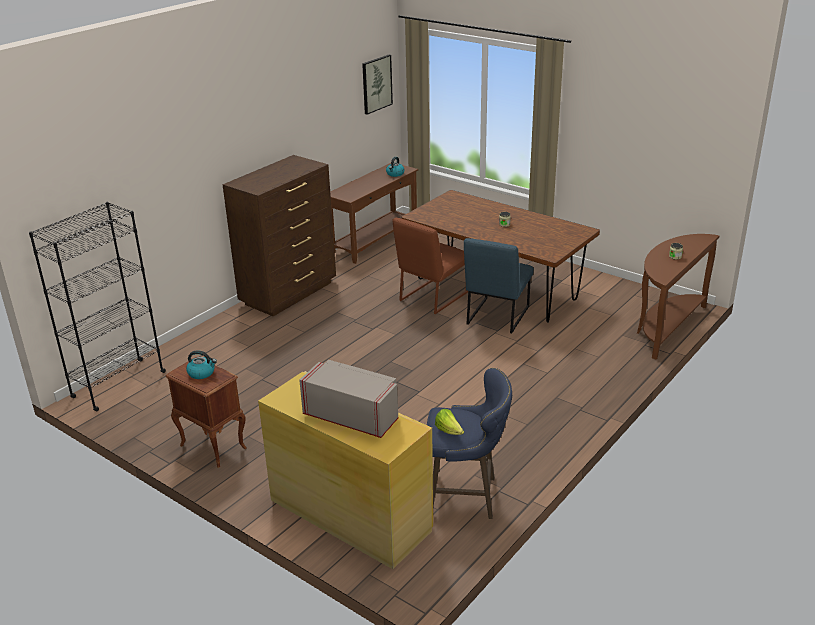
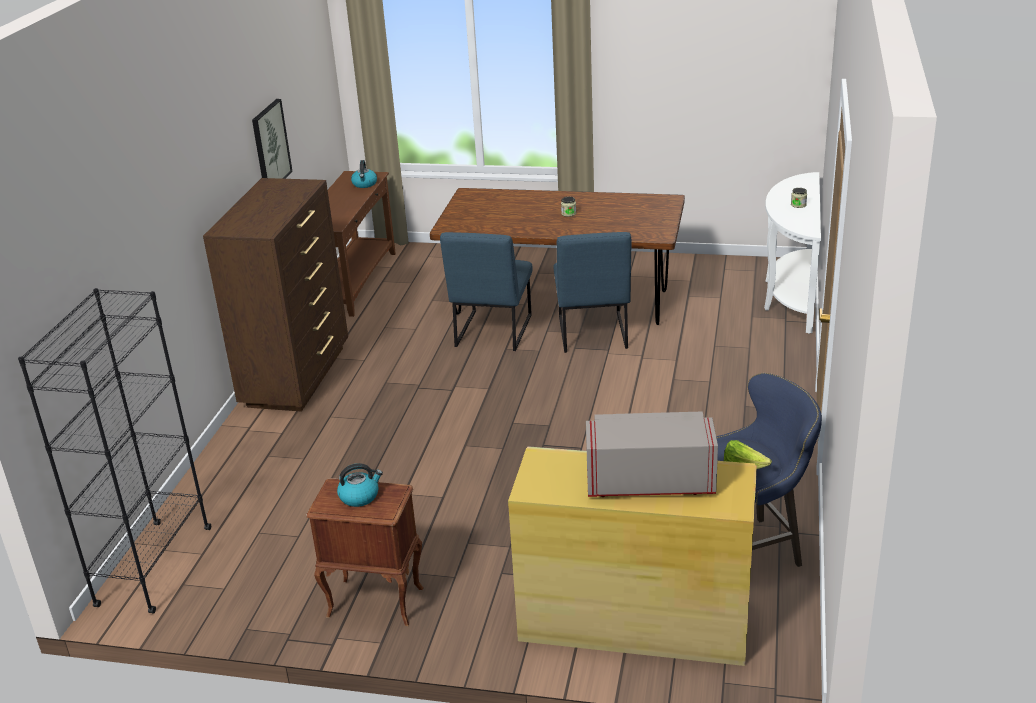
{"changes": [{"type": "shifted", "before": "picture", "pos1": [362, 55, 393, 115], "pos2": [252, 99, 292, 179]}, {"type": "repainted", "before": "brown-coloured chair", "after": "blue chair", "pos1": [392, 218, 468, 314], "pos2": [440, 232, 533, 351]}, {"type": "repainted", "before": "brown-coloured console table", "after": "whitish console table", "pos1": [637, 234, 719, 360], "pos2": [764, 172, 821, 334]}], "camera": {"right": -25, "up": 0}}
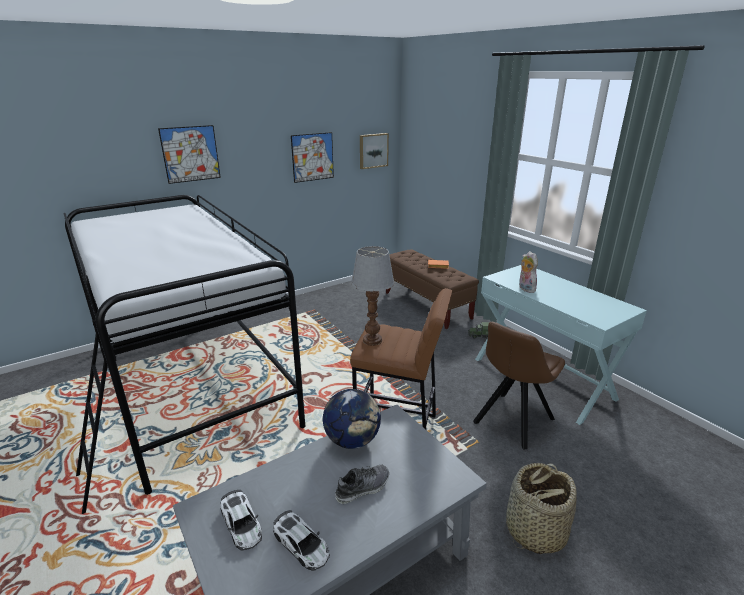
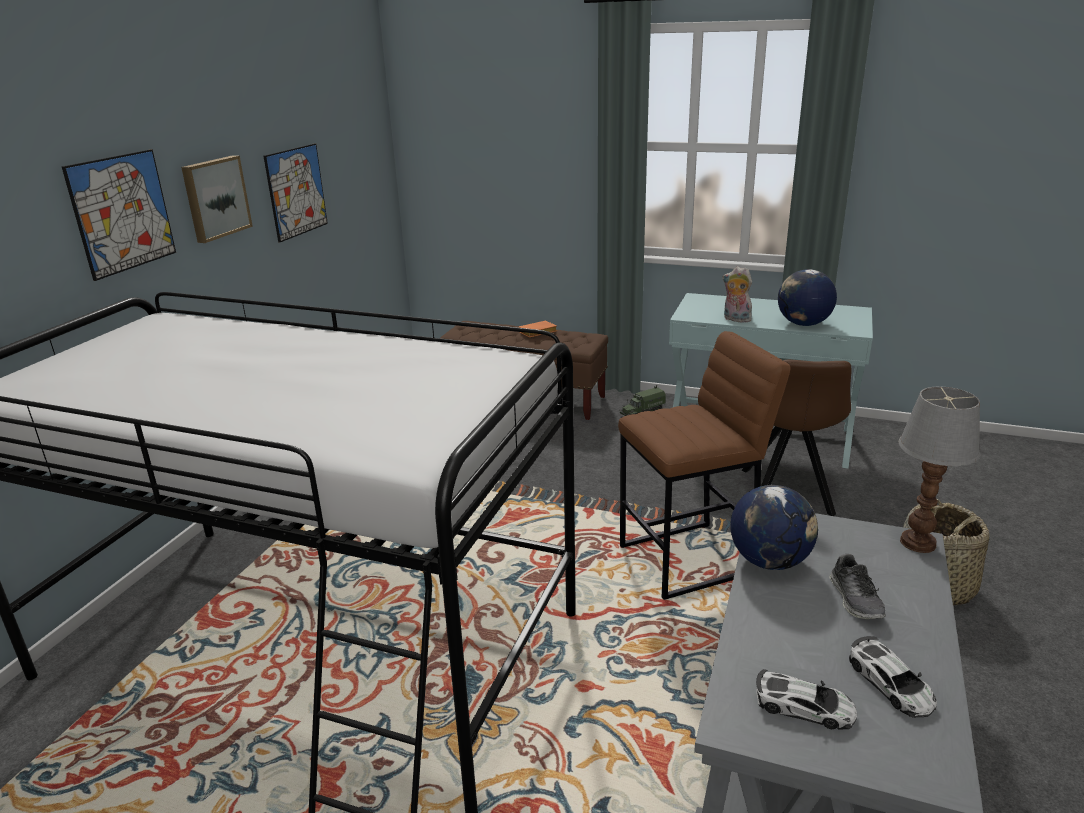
{"changes": [{"type": "shifted", "before": "picture", "pos1": [360, 133, 389, 169], "pos2": [181, 155, 253, 243]}, {"type": "new", "after": "globe", "pos2": [778, 269, 837, 326]}, {"type": "rotated", "before": "shoe", "pos1": [335, 464, 389, 504], "pos2": [829, 554, 886, 620], "turn": 150}, {"type": "rotated", "before": "miniature car", "pos1": [273, 510, 330, 571], "pos2": [849, 636, 937, 718], "turn": 60}, {"type": "shifted", "before": "lamp for a table", "pos1": [351, 246, 395, 346], "pos2": [899, 386, 980, 553]}], "camera": {"right": -35, "up": 0}}
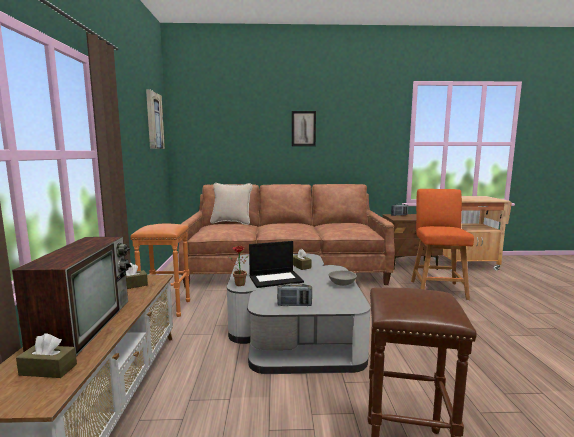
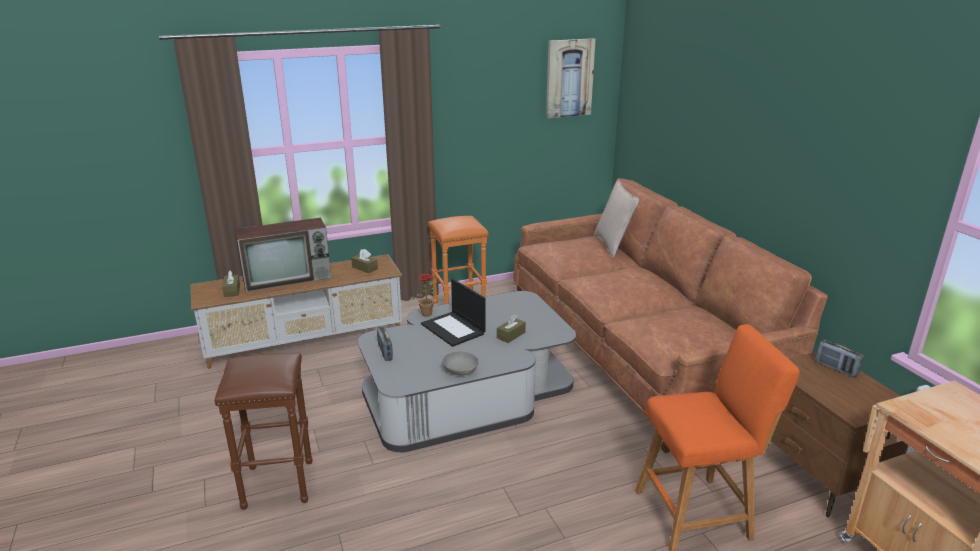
{"changes": [{"type": "gone", "before": "picture", "pos1": [292, 111, 316, 146]}], "camera": {"right": 70, "up": 15}}
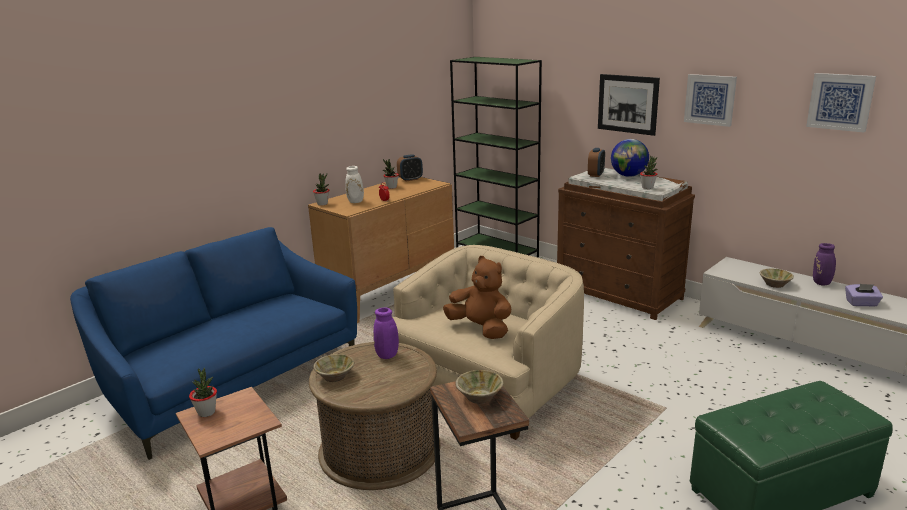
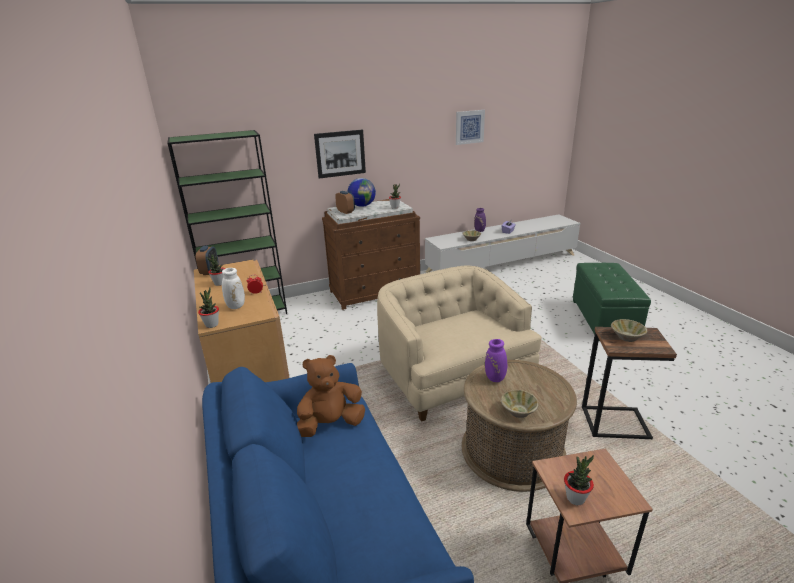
{"changes": [{"type": "shifted", "before": "brown-coloured soft toy", "pos1": [443, 256, 511, 339], "pos2": [297, 355, 365, 437]}, {"type": "gone", "before": "picture", "pos1": [684, 74, 737, 127]}], "camera": {"right": -65, "up": 5}}
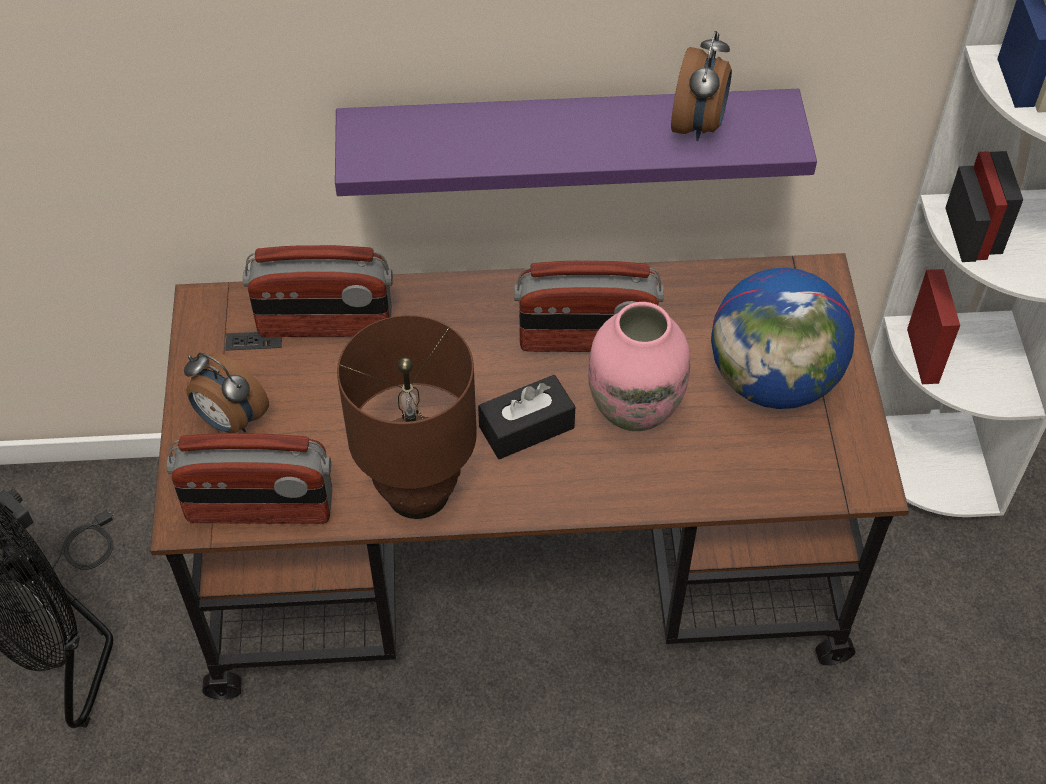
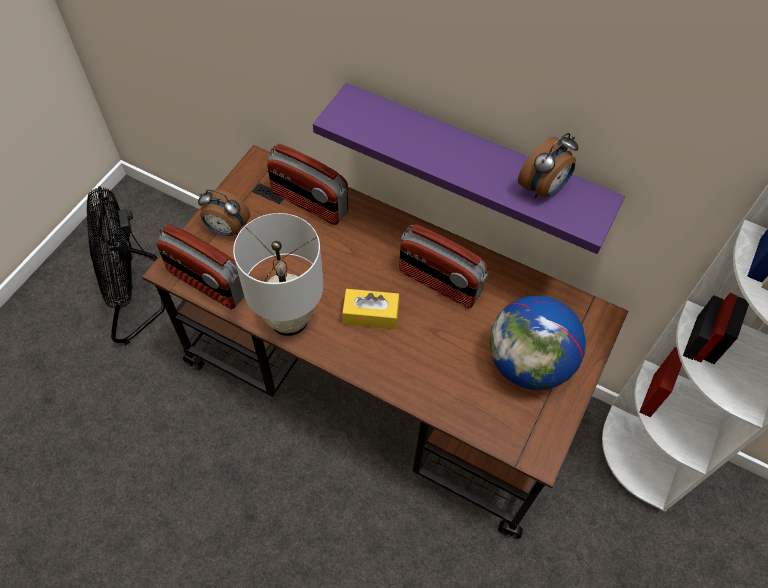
{"changes": [{"type": "rotated", "before": "table clock", "pos1": [184, 353, 269, 433], "pos2": [198, 189, 250, 236], "turn": -45}, {"type": "repainted", "before": "brown-coloured lamp for a table", "after": "whitish lamp for a table", "pos1": [337, 315, 477, 519], "pos2": [233, 213, 324, 336]}, {"type": "repainted", "before": "black tissue holder", "after": "yellowish tissue holder", "pos1": [478, 375, 575, 459], "pos2": [342, 289, 399, 329]}, {"type": "gone", "before": "pink vase", "pos1": [588, 302, 690, 431]}], "camera": {"right": 30, "up": 5}}
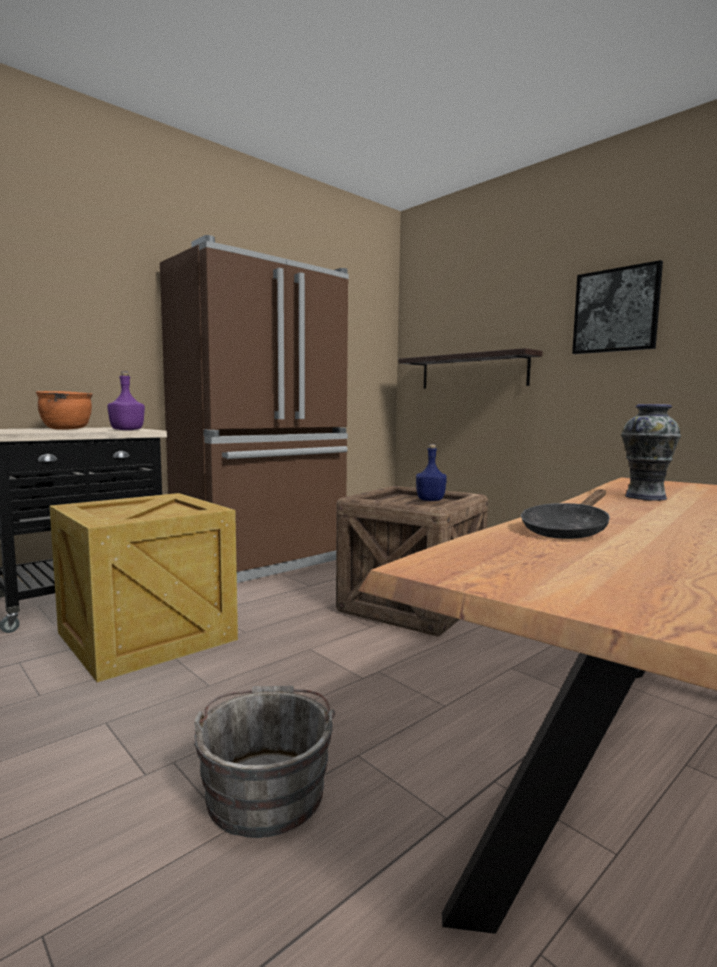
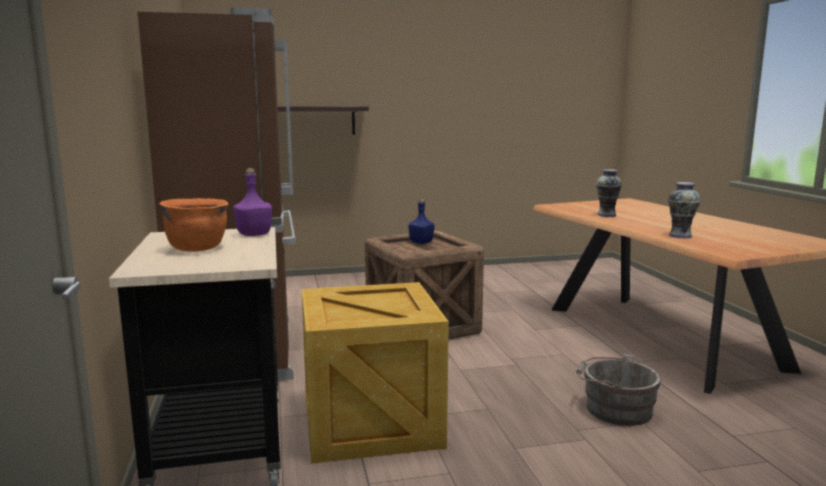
{"changes": [{"type": "swapped", "before": "black frying pan", "after": "vase", "pos1": [521, 489, 610, 539], "pos2": [668, 182, 701, 238]}, {"type": "gone", "before": "picture", "pos1": [572, 260, 663, 354]}], "camera": {"right": -60, "up": 5}}
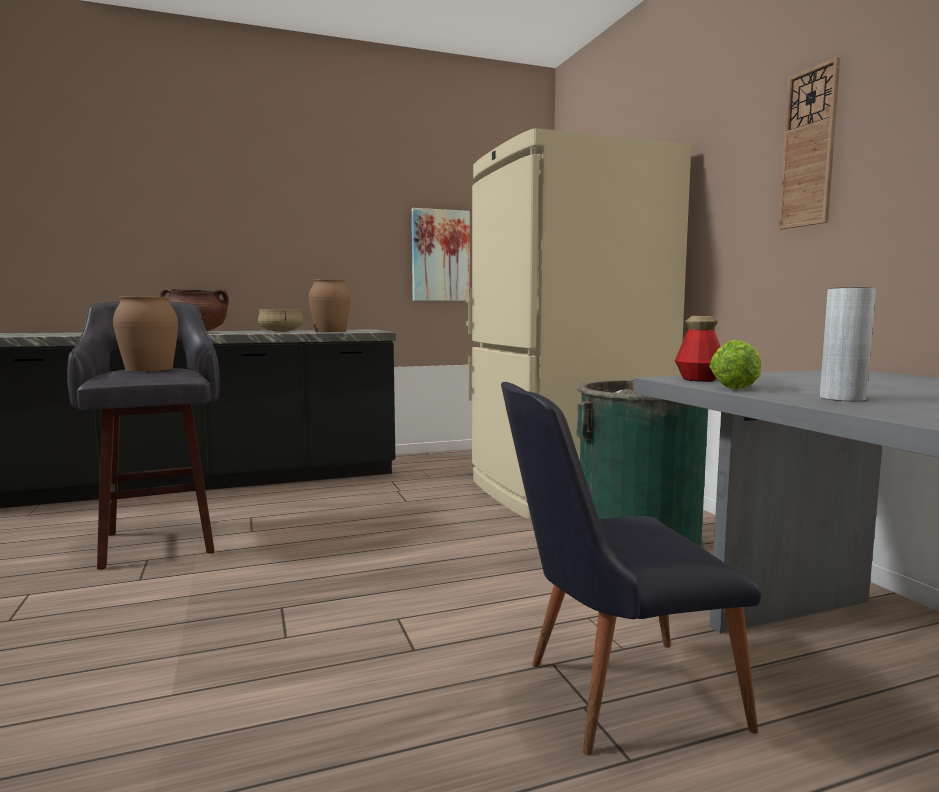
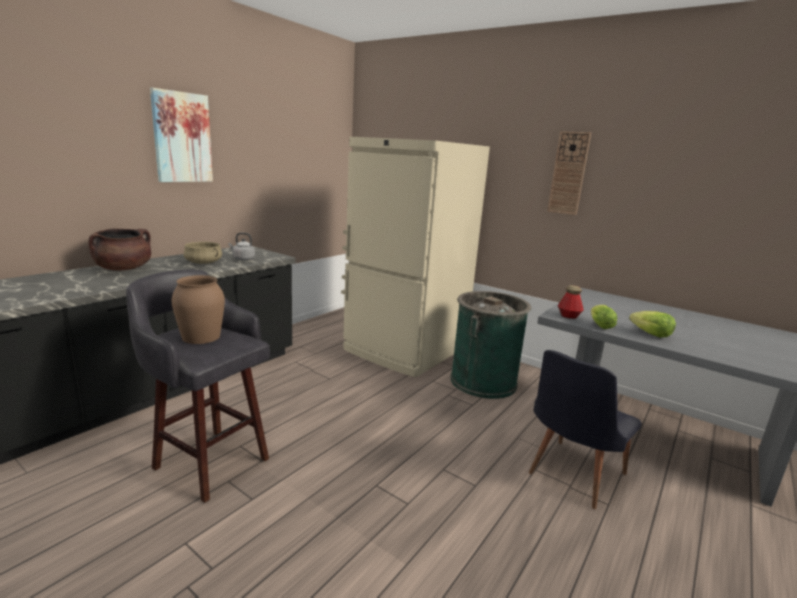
{"changes": [{"type": "shifted", "before": "picture", "pos1": [412, 208, 470, 301], "pos2": [150, 88, 213, 182]}, {"type": "swapped", "before": "brown-coloured vase", "after": "grey water kettle", "pos1": [308, 279, 351, 332], "pos2": [228, 233, 255, 261]}, {"type": "swapped", "before": "grey vase", "after": "lettuce", "pos1": [820, 287, 876, 401], "pos2": [629, 311, 676, 338]}], "camera": {"right": -35, "up": 10}}
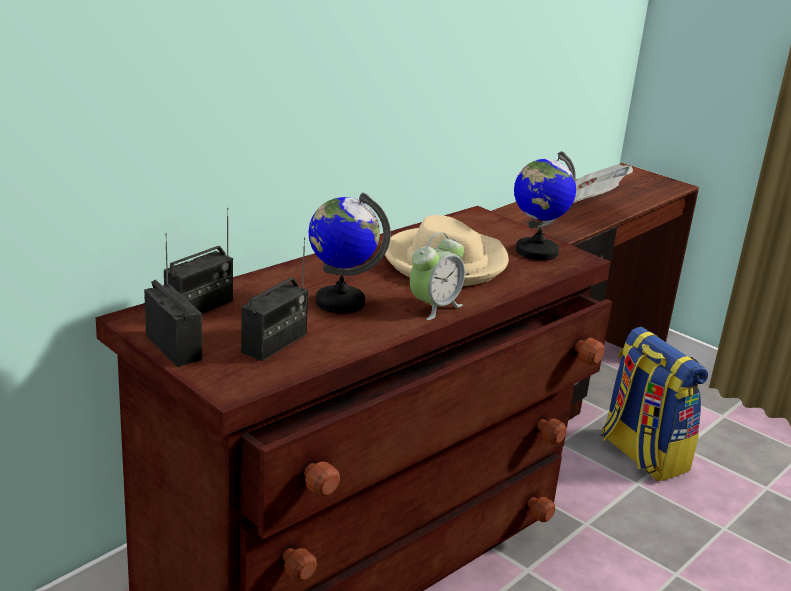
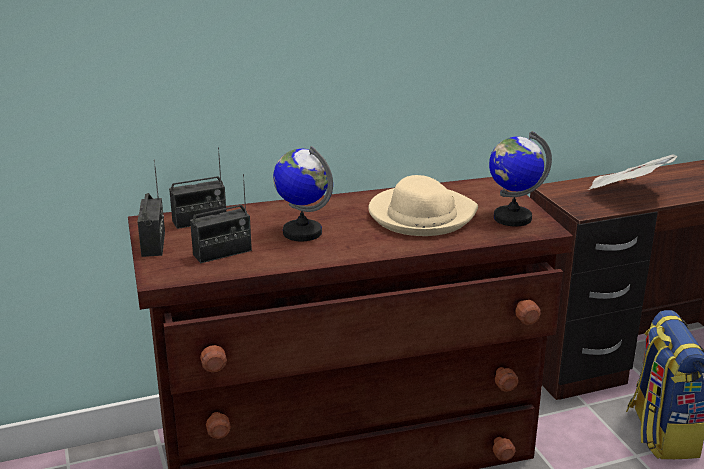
{"changes": [{"type": "gone", "before": "table clock", "pos1": [410, 232, 465, 320]}], "camera": {"right": 30, "up": 0}}
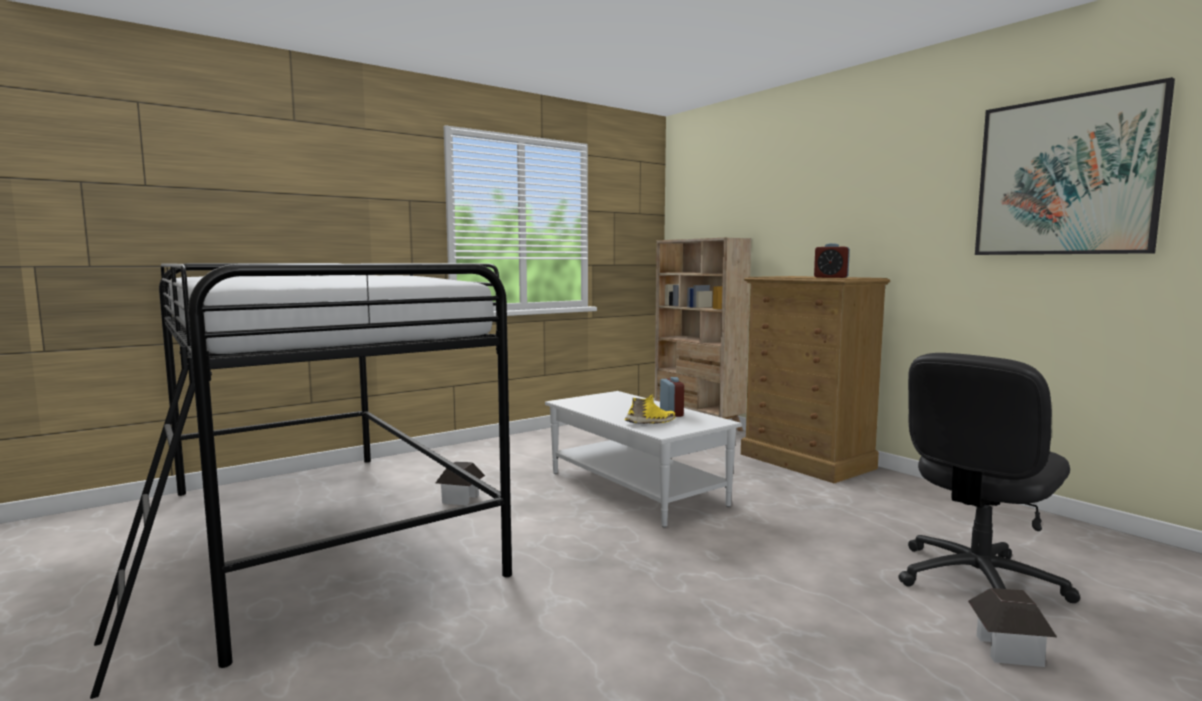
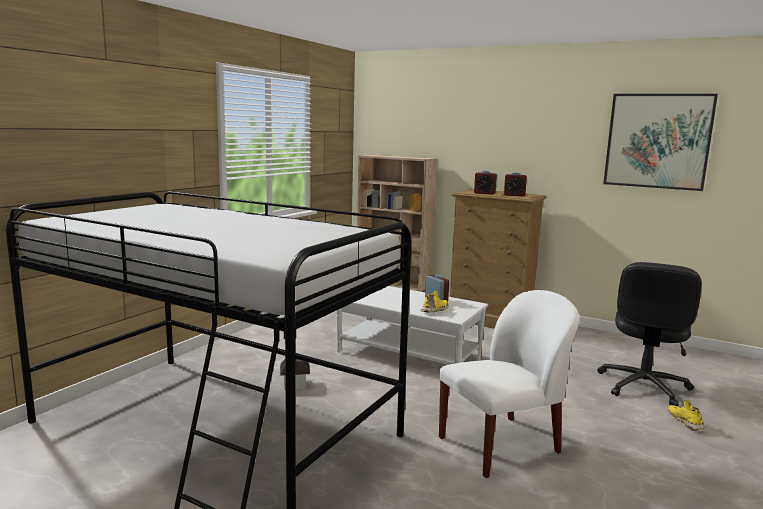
{"changes": [{"type": "new", "after": "whitish chair", "pos2": [439, 290, 579, 478]}, {"type": "new", "after": "table clock", "pos2": [474, 171, 497, 195]}, {"type": "swapped", "before": "model house", "after": "yellowish shoe", "pos1": [968, 588, 1057, 667], "pos2": [668, 400, 705, 431]}], "camera": {"right": -25, "up": 5}}
